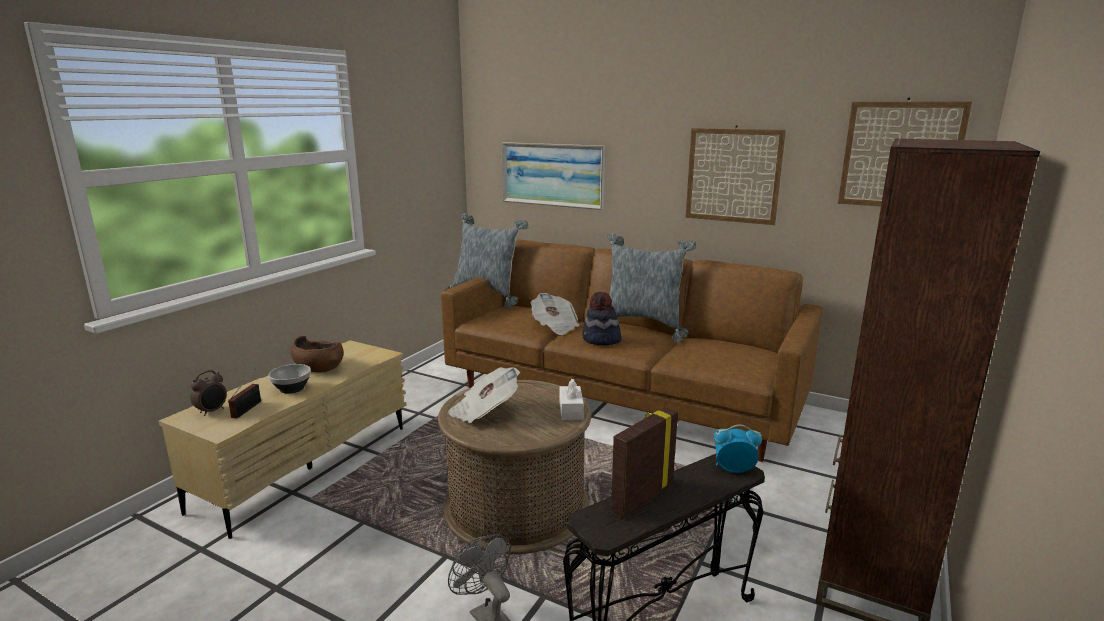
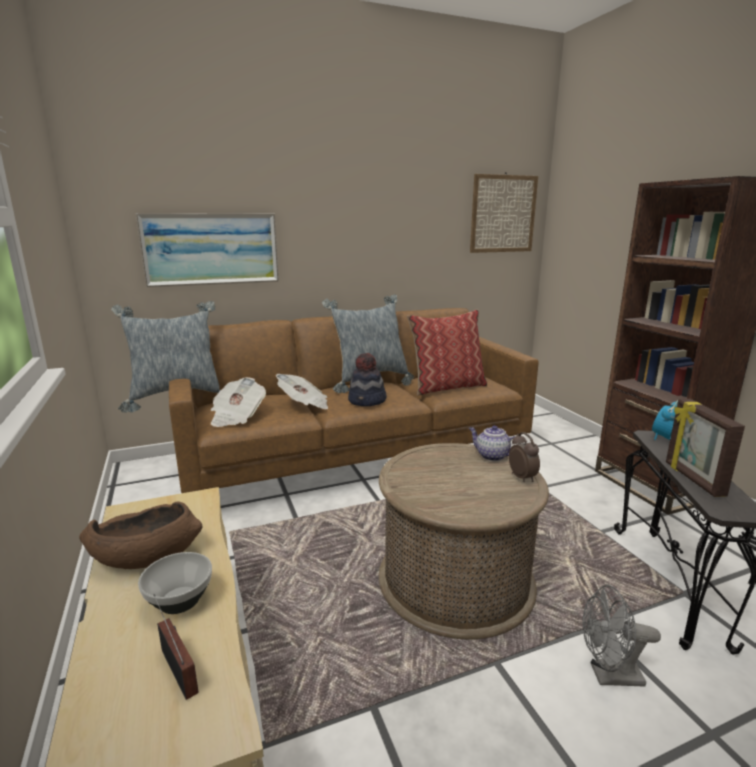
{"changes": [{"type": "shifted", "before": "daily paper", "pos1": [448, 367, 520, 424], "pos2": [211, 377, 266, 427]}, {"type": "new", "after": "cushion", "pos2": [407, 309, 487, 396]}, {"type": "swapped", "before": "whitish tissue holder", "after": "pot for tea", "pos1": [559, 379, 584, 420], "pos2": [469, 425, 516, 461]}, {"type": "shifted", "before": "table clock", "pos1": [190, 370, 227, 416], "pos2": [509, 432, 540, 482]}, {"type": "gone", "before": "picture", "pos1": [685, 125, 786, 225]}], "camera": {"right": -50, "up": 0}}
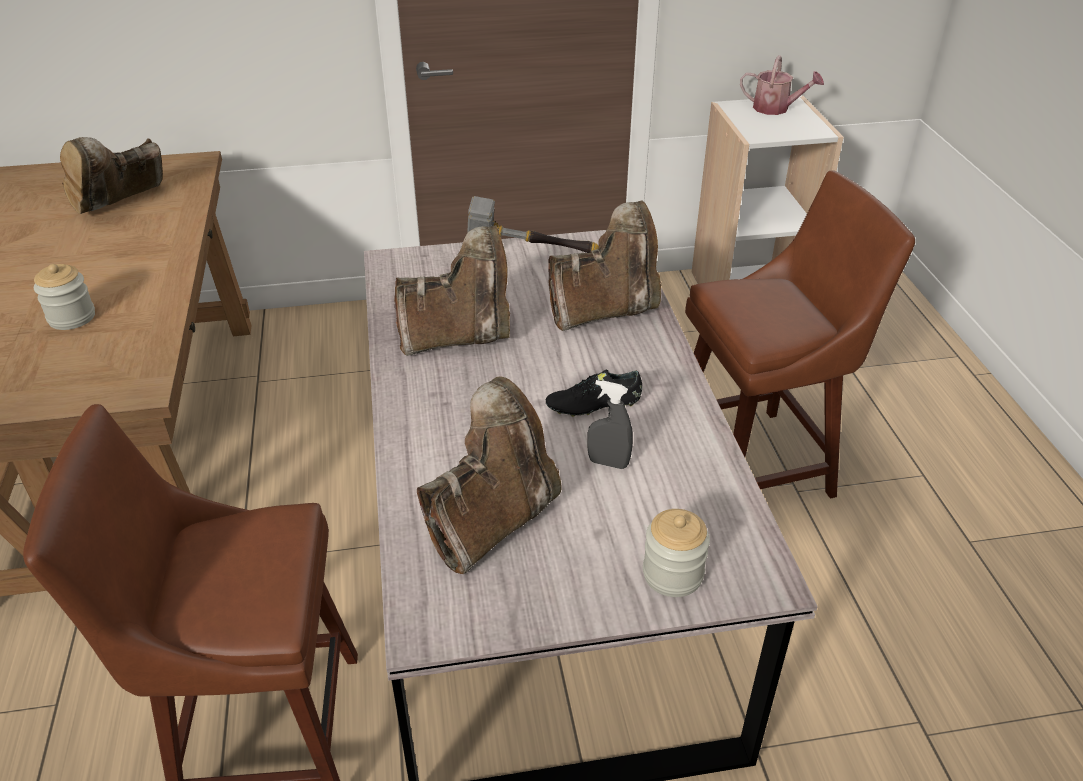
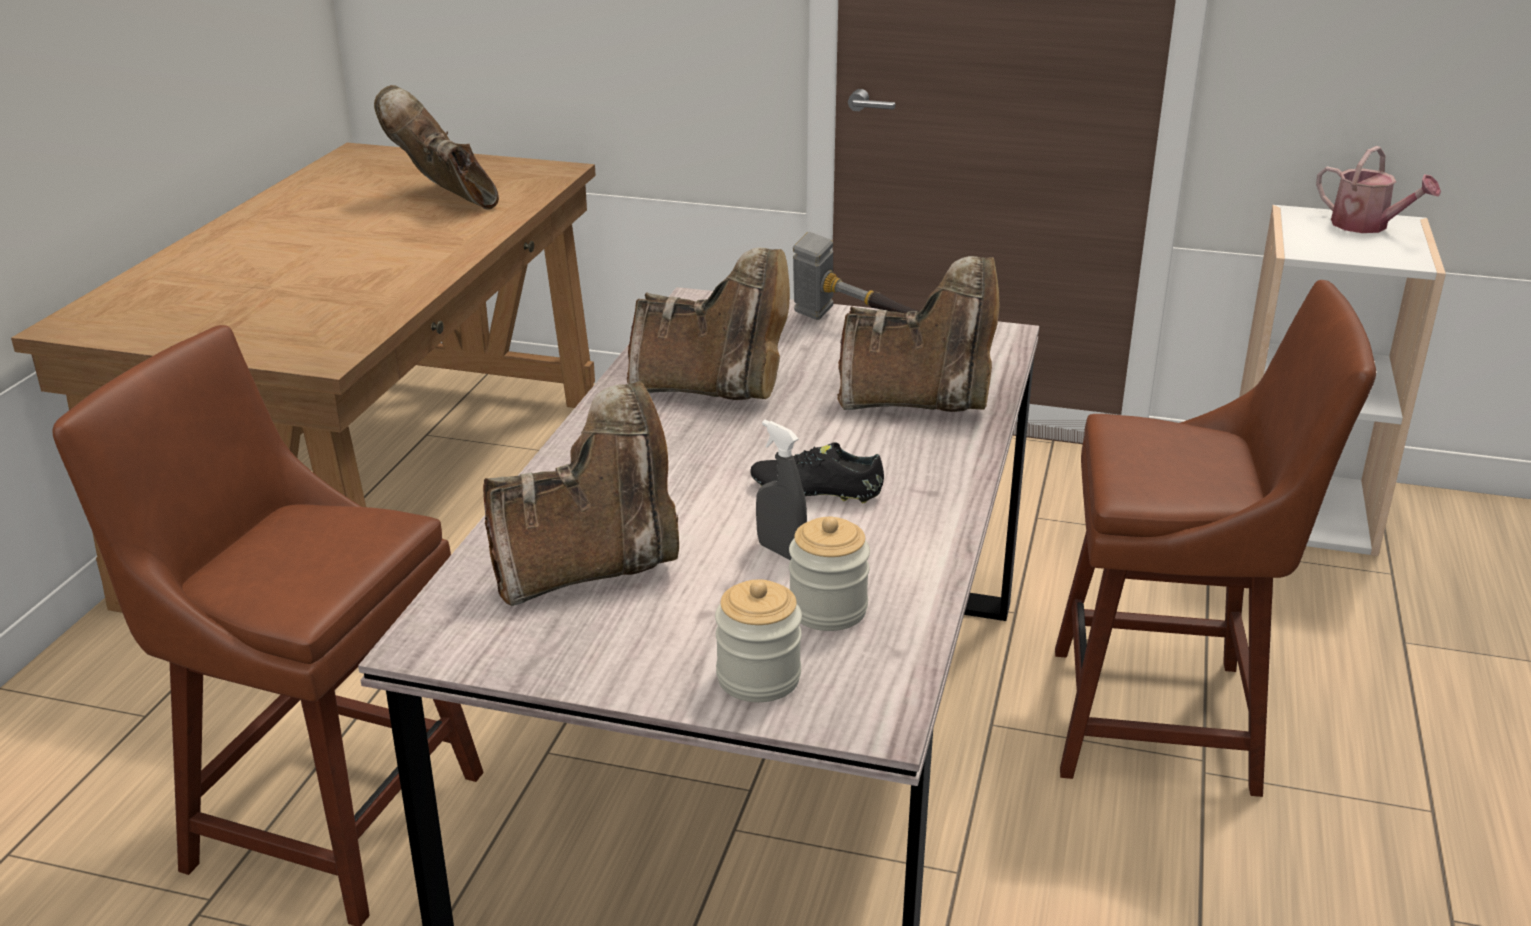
{"changes": [{"type": "rotated", "before": "brown-coloured boot", "pos1": [60, 137, 163, 214], "pos2": [374, 85, 499, 210], "turn": 75}, {"type": "shifted", "before": "storage jar", "pos1": [34, 264, 95, 330], "pos2": [789, 516, 870, 631]}], "camera": {"right": 25, "up": -10}}
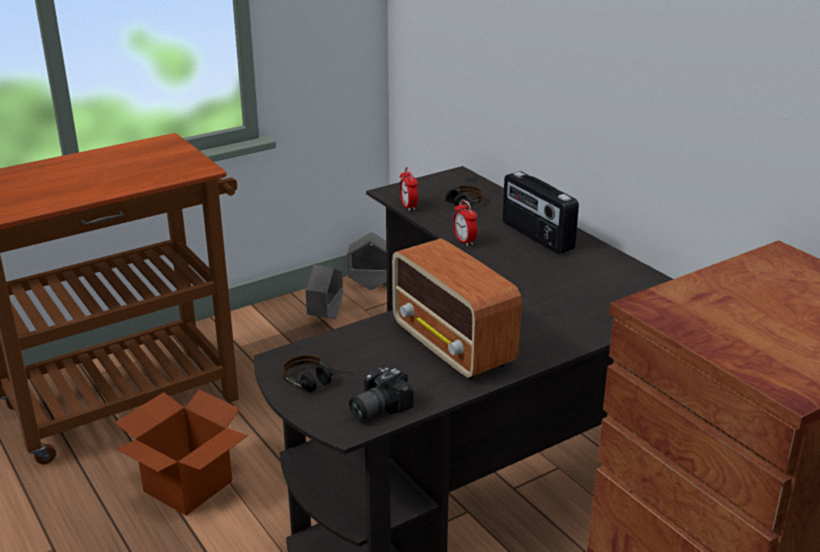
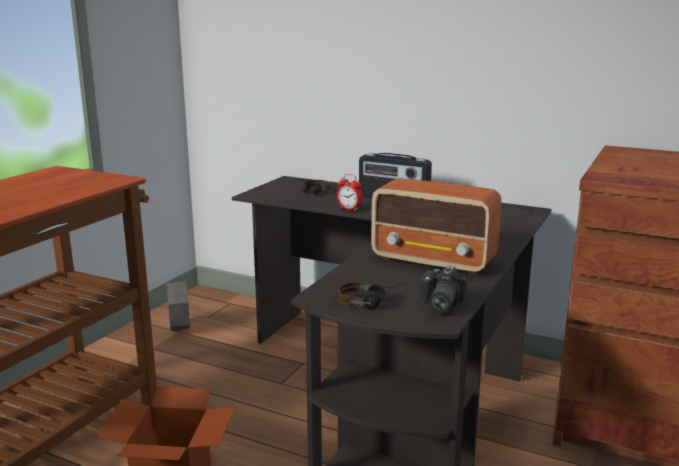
{"changes": [{"type": "gone", "before": "grey flower pot", "pos1": [347, 232, 387, 290]}, {"type": "gone", "before": "table clock", "pos1": [400, 167, 418, 211]}], "camera": {"right": -30, "up": -10}}
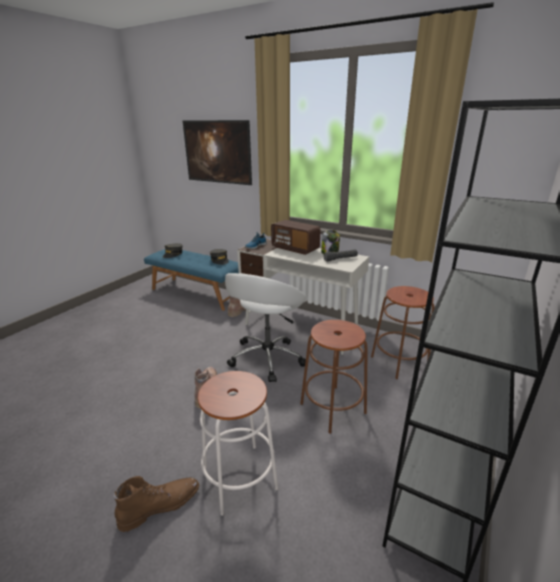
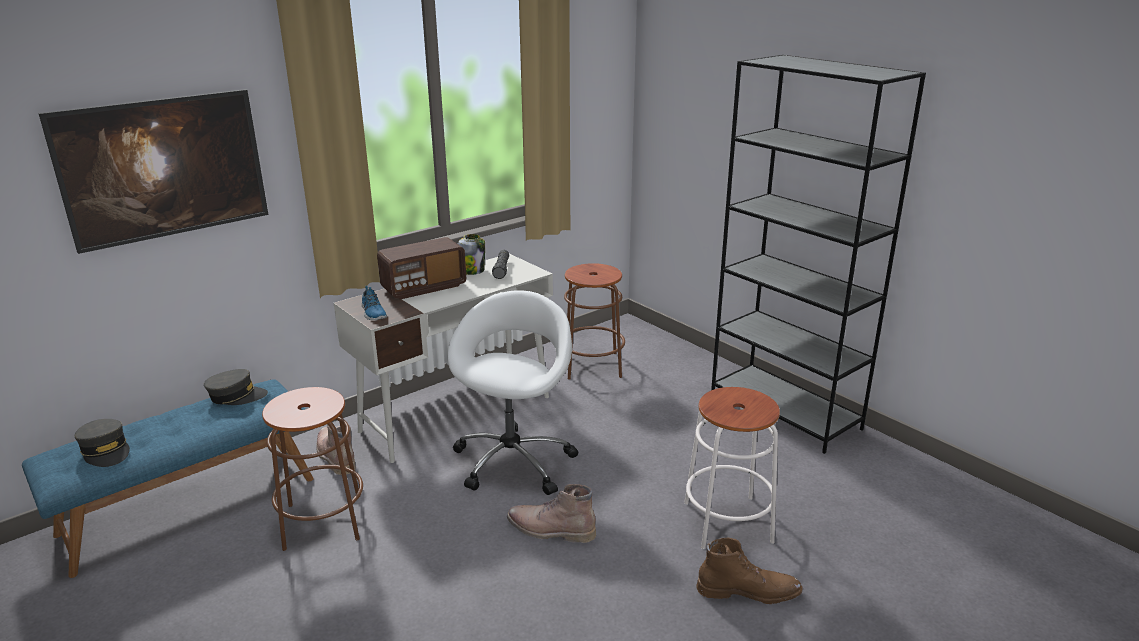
{"changes": [{"type": "shifted", "before": "brown-coloured stool seat", "pos1": [300, 320, 367, 434], "pos2": [262, 387, 363, 551]}, {"type": "rotated", "before": "whitish desk chair", "pos1": [225, 273, 306, 382], "pos2": [448, 290, 578, 495], "turn": -105}, {"type": "rotated", "before": "brown-coloured boot", "pos1": [114, 476, 199, 532], "pos2": [696, 537, 803, 604], "turn": 105}], "camera": {"right": -70, "up": 0}}
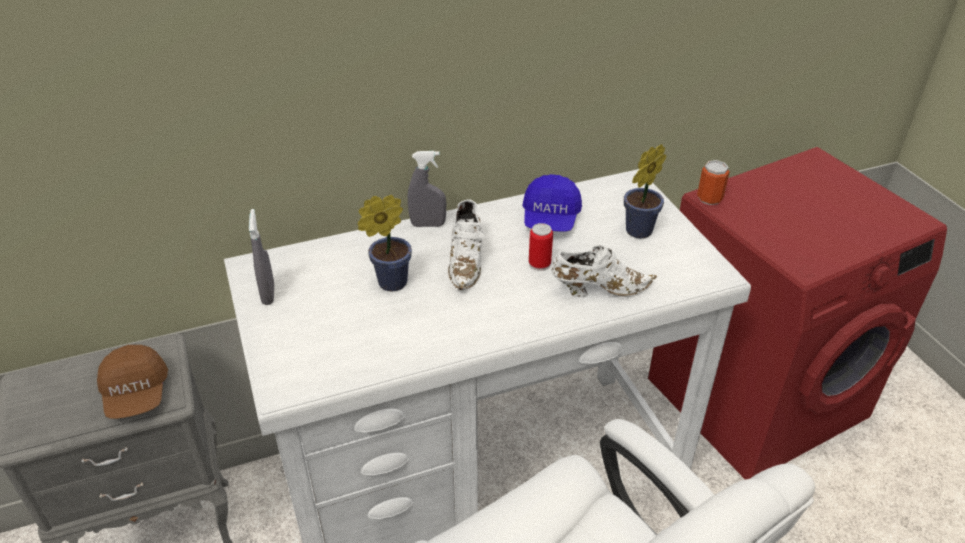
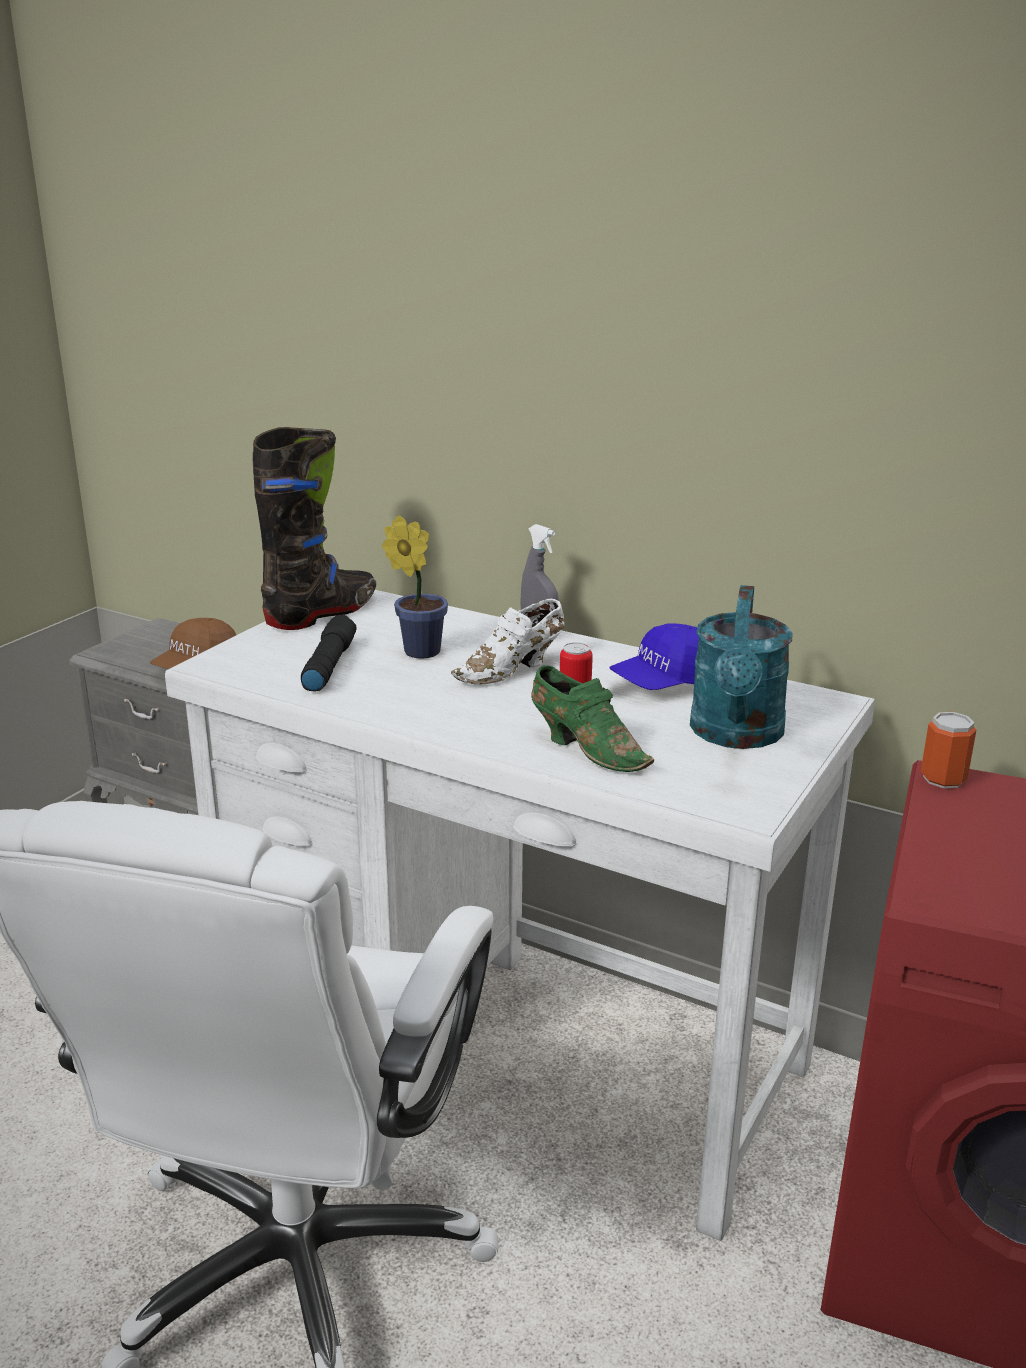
{"changes": [{"type": "swapped", "before": "grey hand sprayer", "after": "black boot", "pos1": [249, 209, 274, 305], "pos2": [253, 427, 376, 630]}, {"type": "new", "after": "black torch", "pos2": [301, 615, 357, 691]}, {"type": "repainted", "before": "whitish shoe", "after": "greenish shoe", "pos1": [552, 245, 657, 297], "pos2": [531, 665, 654, 772]}, {"type": "swapped", "before": "houseplant", "after": "blue-green sprinkling can", "pos1": [624, 144, 666, 238], "pos2": [690, 585, 793, 749]}], "camera": {"right": 50, "up": -15}}
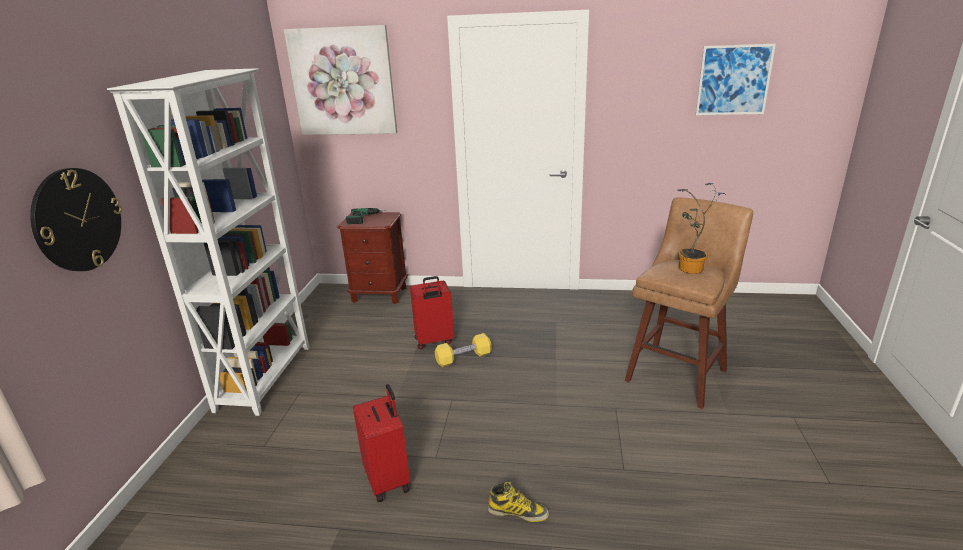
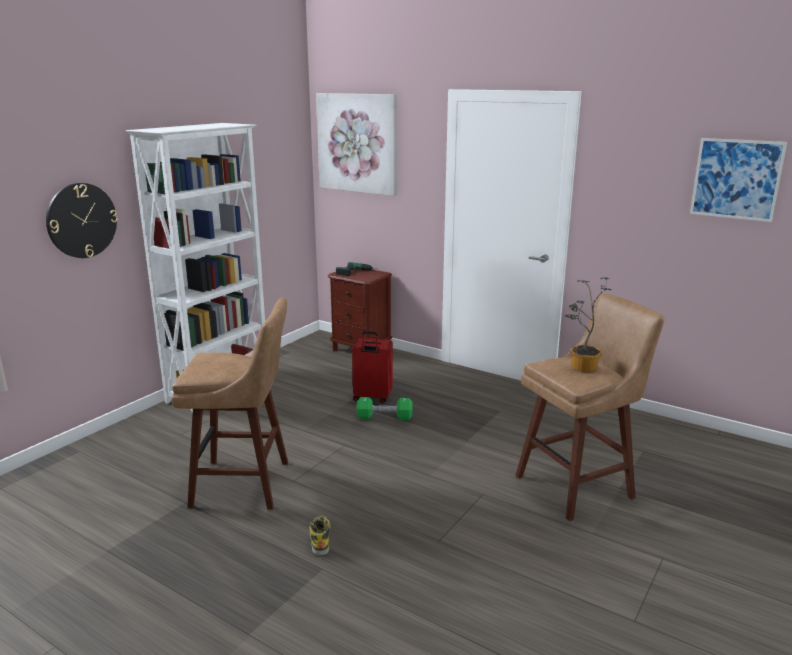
{"changes": [{"type": "swapped", "before": "reddish suitcase", "after": "brown-coloured stool seat", "pos1": [353, 384, 410, 502], "pos2": [172, 297, 288, 510]}, {"type": "rotated", "before": "boot", "pos1": [488, 482, 549, 522], "pos2": [309, 515, 331, 555], "turn": -135}, {"type": "repainted", "before": "yellowish dumbbell", "after": "greenish dumbbell", "pos1": [435, 333, 492, 367], "pos2": [357, 397, 412, 420]}], "camera": {"right": 25, "up": -5}}
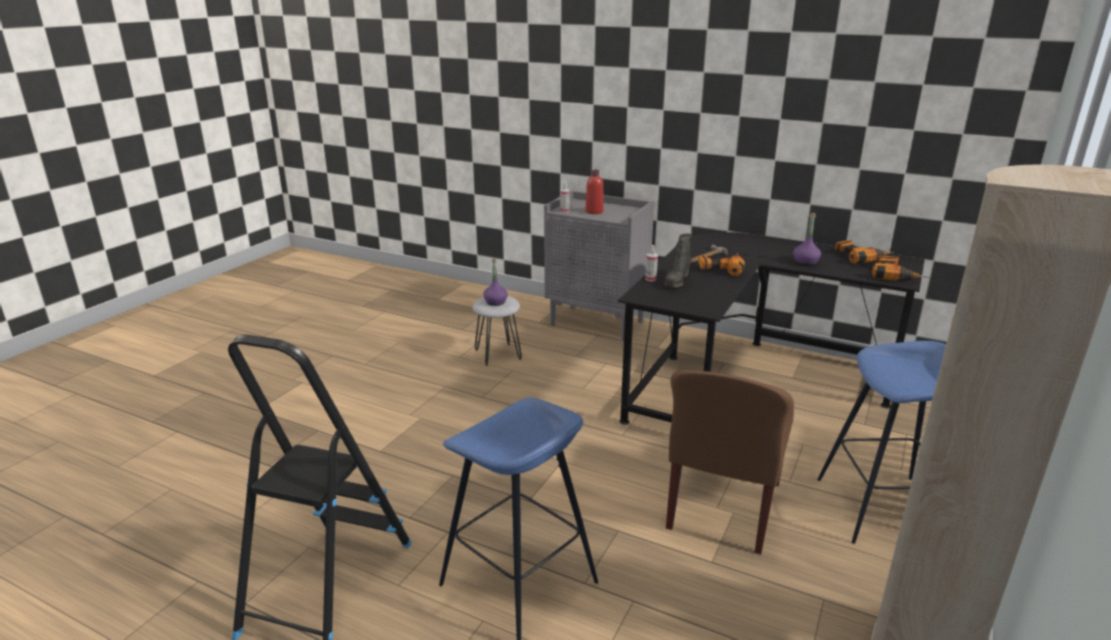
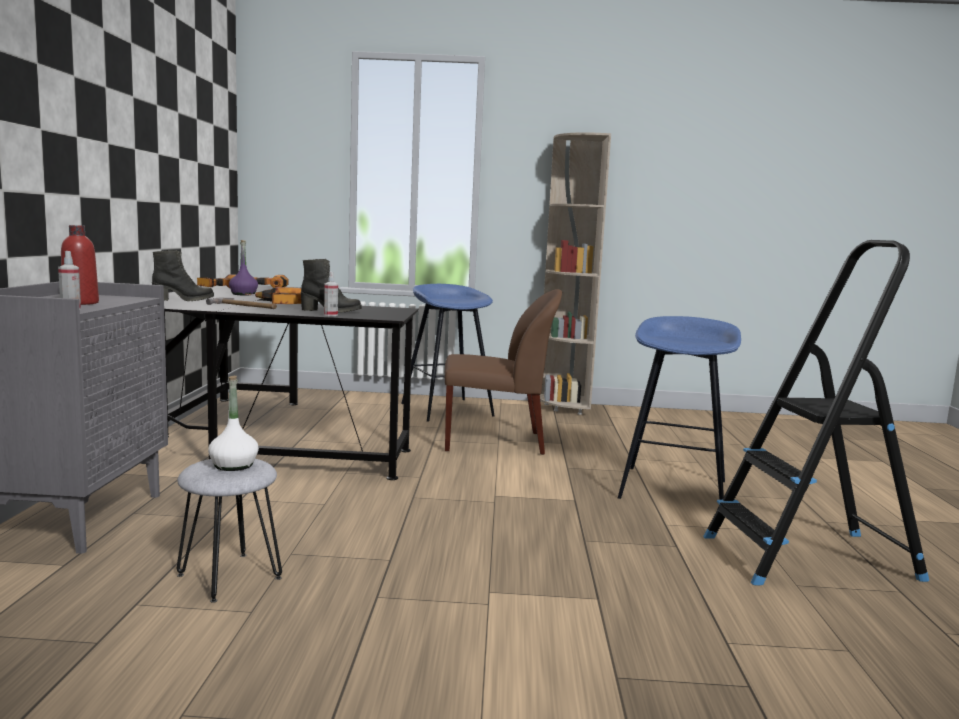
{"changes": [{"type": "new", "after": "black boot", "pos2": [152, 250, 214, 301]}, {"type": "repainted", "before": "purplish drink bottle", "after": "whitish drink bottle", "pos1": [483, 259, 508, 306], "pos2": [208, 376, 259, 471]}], "camera": {"right": -115, "up": -15}}
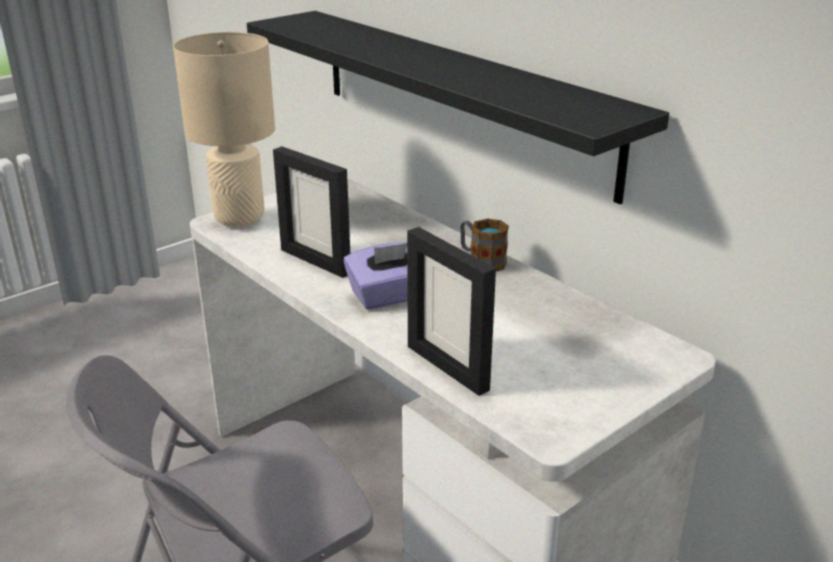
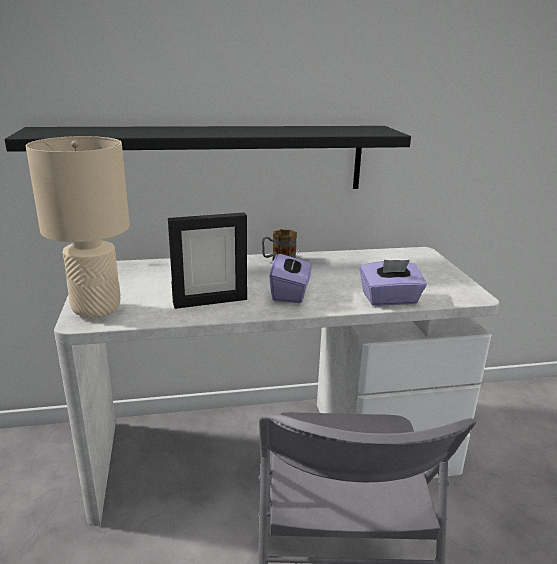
{"changes": [{"type": "swapped", "before": "picture frame", "after": "purplish tissue holder", "pos1": [407, 227, 496, 396], "pos2": [360, 260, 427, 306]}], "camera": {"right": -60, "up": -5}}
